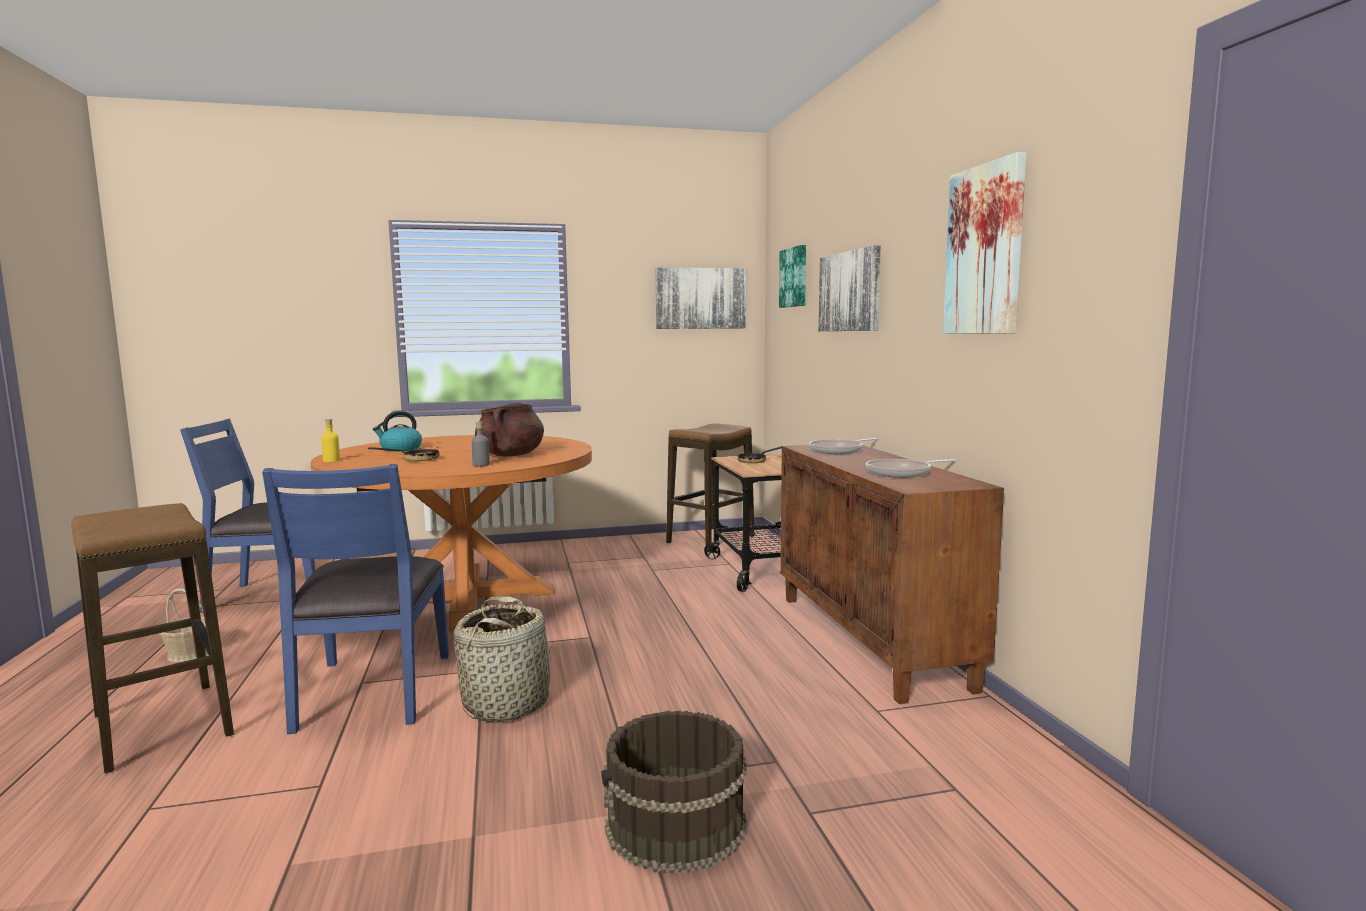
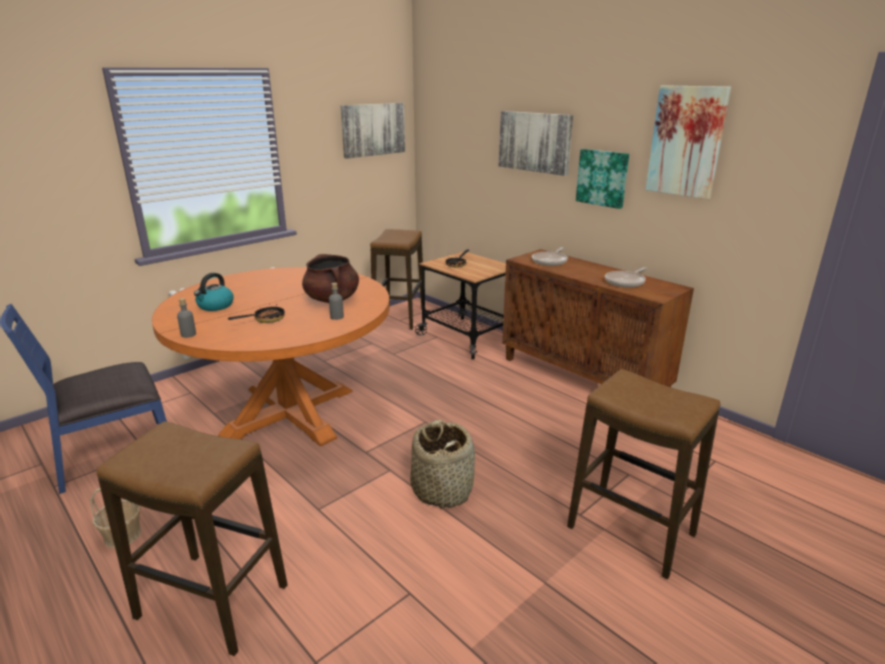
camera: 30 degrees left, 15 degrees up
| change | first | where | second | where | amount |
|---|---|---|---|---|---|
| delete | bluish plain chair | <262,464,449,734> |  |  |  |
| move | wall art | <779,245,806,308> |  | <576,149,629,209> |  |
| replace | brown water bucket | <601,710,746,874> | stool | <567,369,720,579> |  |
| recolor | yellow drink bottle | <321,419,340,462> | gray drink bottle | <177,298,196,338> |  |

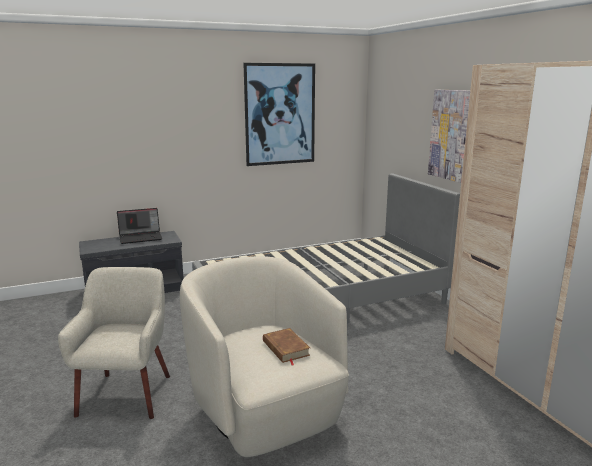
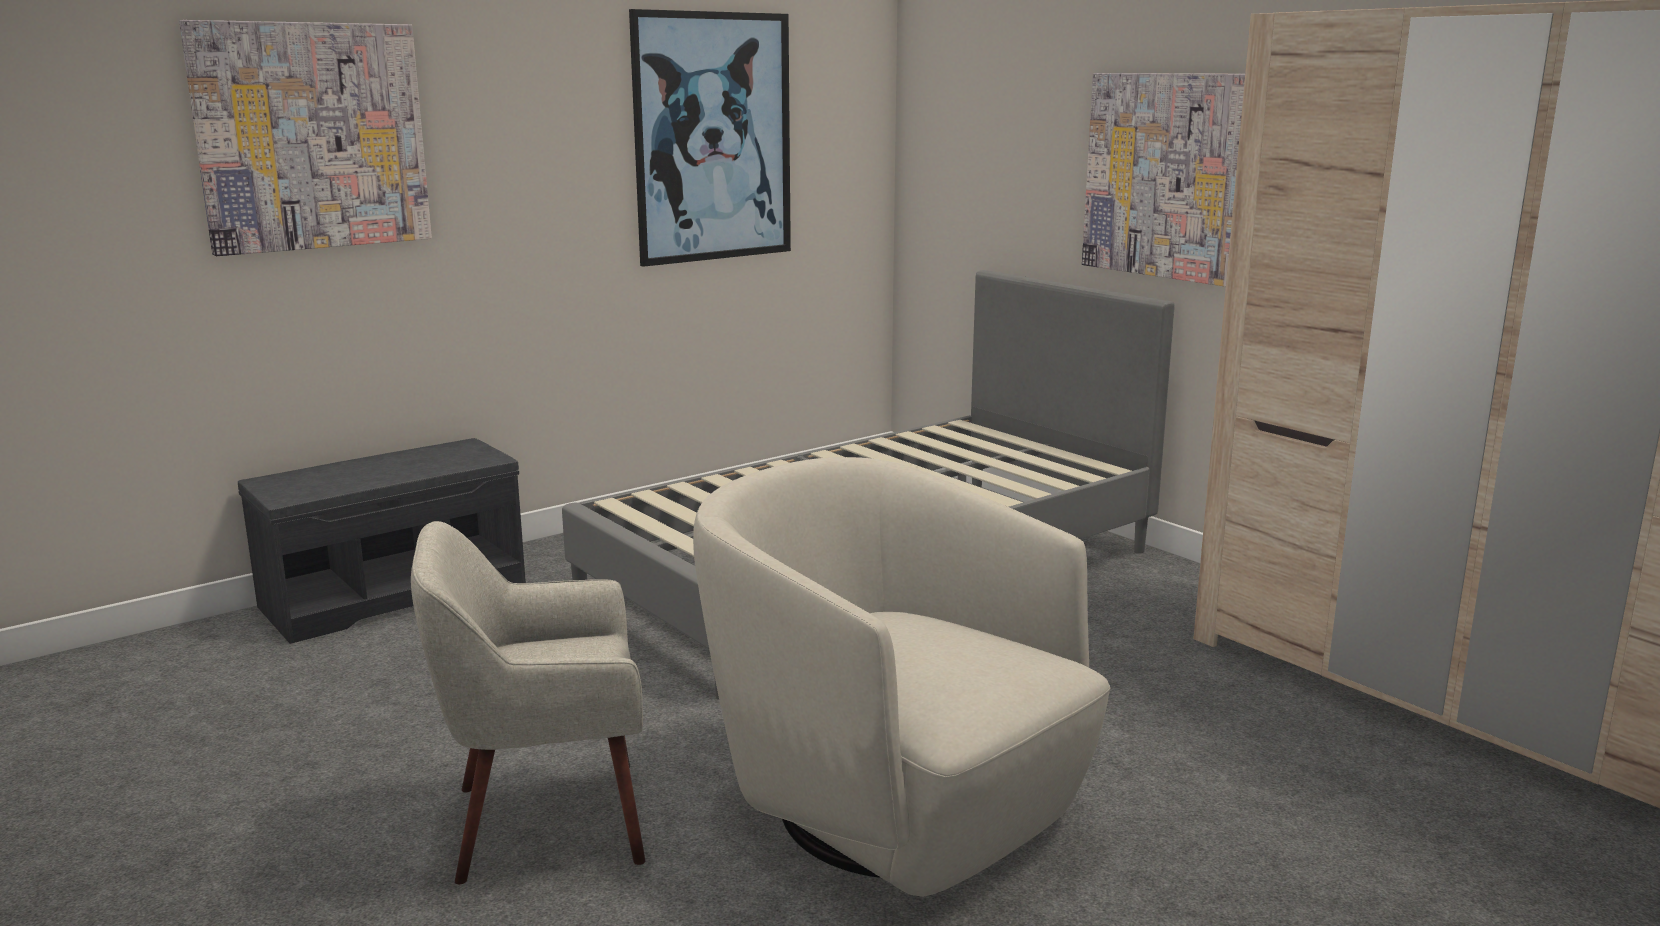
camera: 15 degrees left, 0 degrees up
| change | first | where | second | where | amount |
|---|---|---|---|---|---|
| delete | portable computer | <117,208,162,244> |  |  |  |
| delete | brown volume | <263,328,310,366> |  |  |  |
| insert |  |  | wall art | <179,20,432,256> |  |
| rotate | sand-coloured armchair | <58,267,170,419> |  | <411,521,646,884> | 90 degrees counterclockwise |

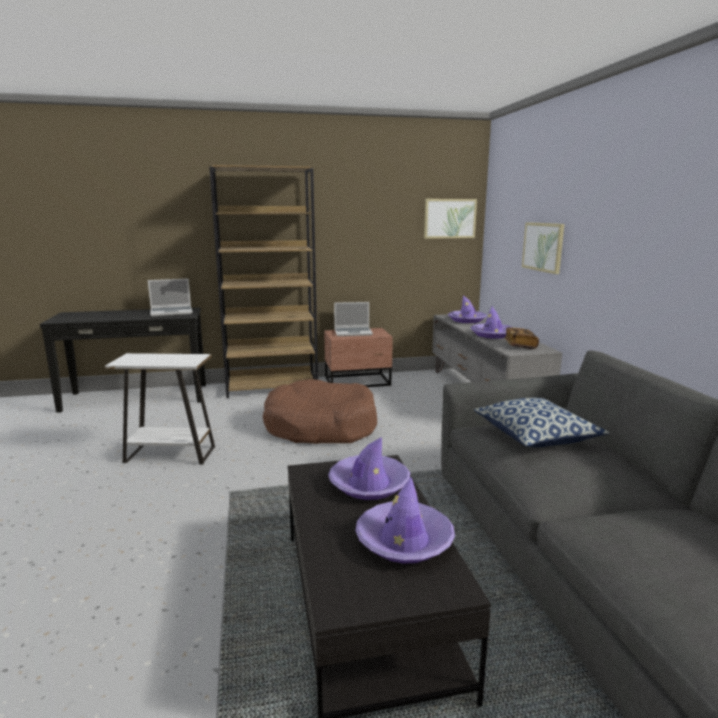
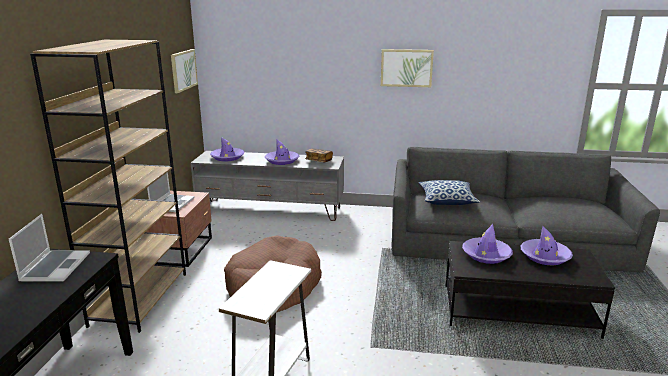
camera: 70 degrees left, 5 degrees up
| change | first | where | second | where | amount |
|---|---|---|---|---|---|
| move | wall art | <522,222,564,274> |  | <381,49,434,87> |  |

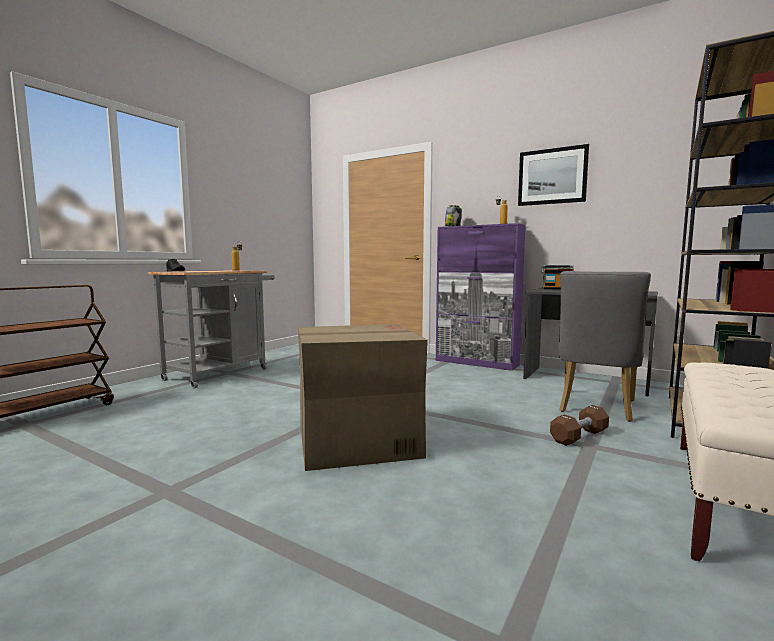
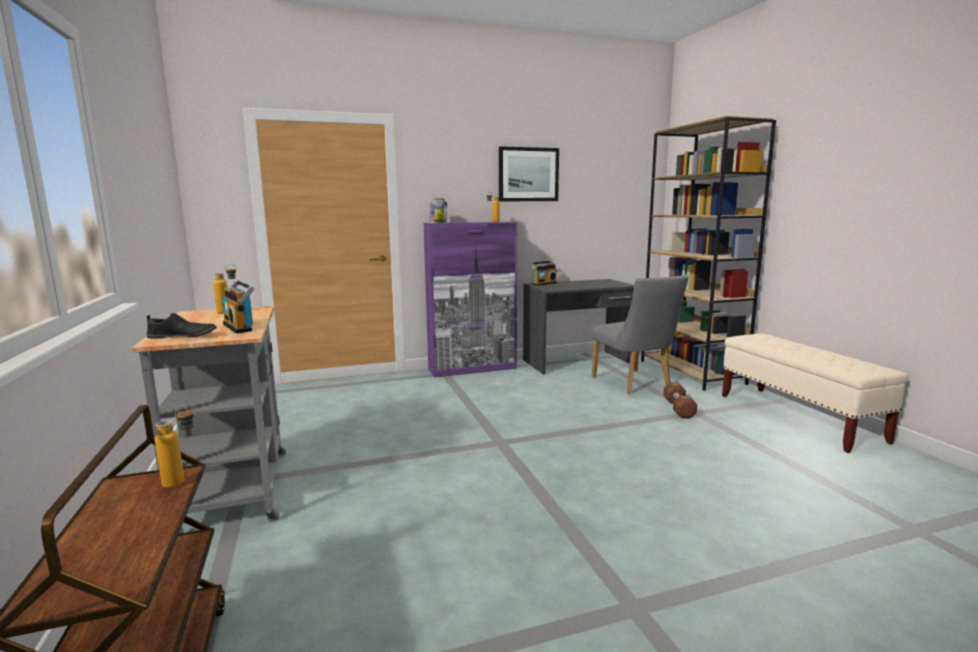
camera: 50 degrees left, 5 degrees up
| change | first | where | second | where | amount |
|---|---|---|---|---|---|
| delete | cardboard box | <298,324,428,471> |  |  |  |
| insert |  |  | drink bottle | <155,405,195,488> |  |
| insert |  |  | radio | <222,280,255,334> |  |

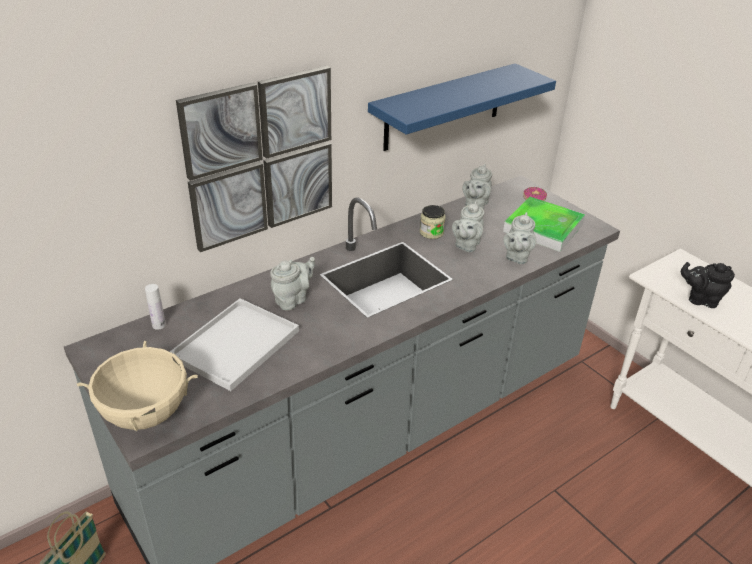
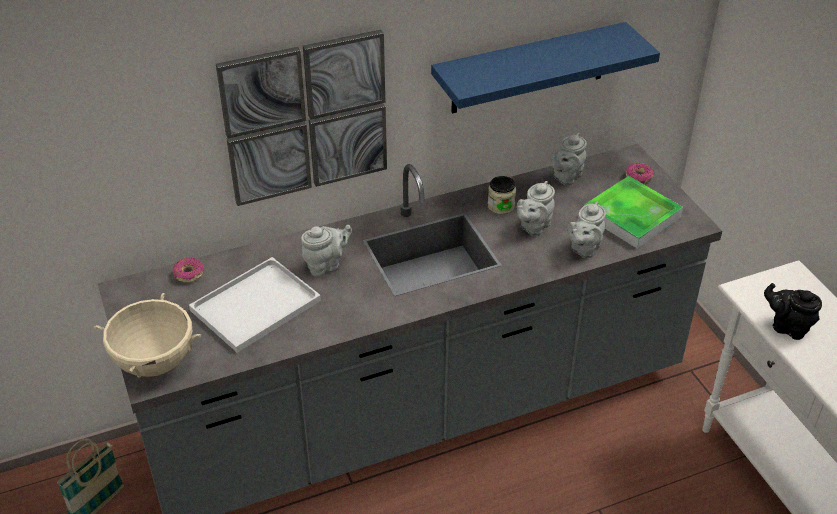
camera: 15 degrees right, 5 degrees up
| change | first | where | second | where | amount |
|---|---|---|---|---|---|
| replace | white-coloured drink bottle | <145,284,166,330> | donut | <172,258,204,283> |  |

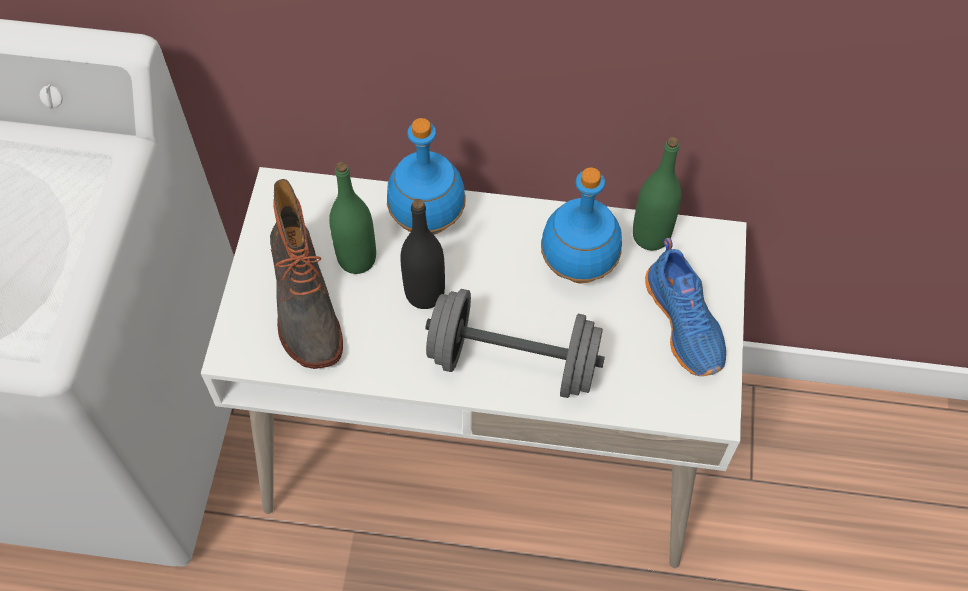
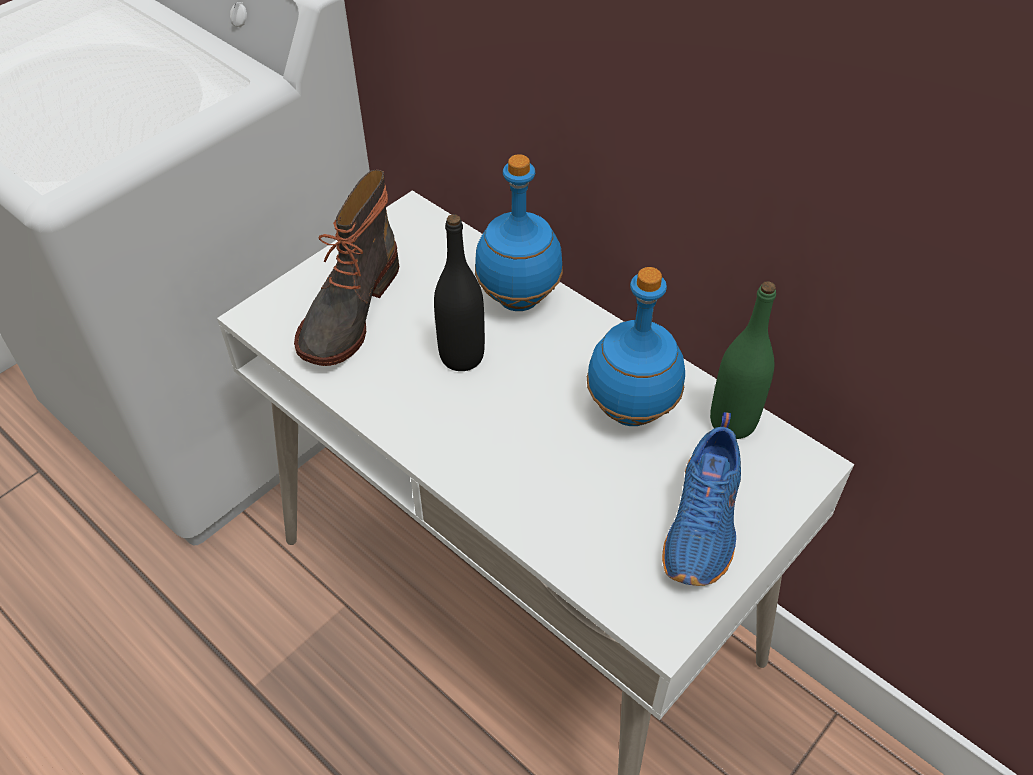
camera: 35 degrees right, 10 degrees down
| change | first | where | second | where | amount |
|---|---|---|---|---|---|
| delete | green-coloured drink bottle | <329,162,376,274> |  |  |  |
| delete | gray dumbbell | <426,289,605,398> |  |  |  |

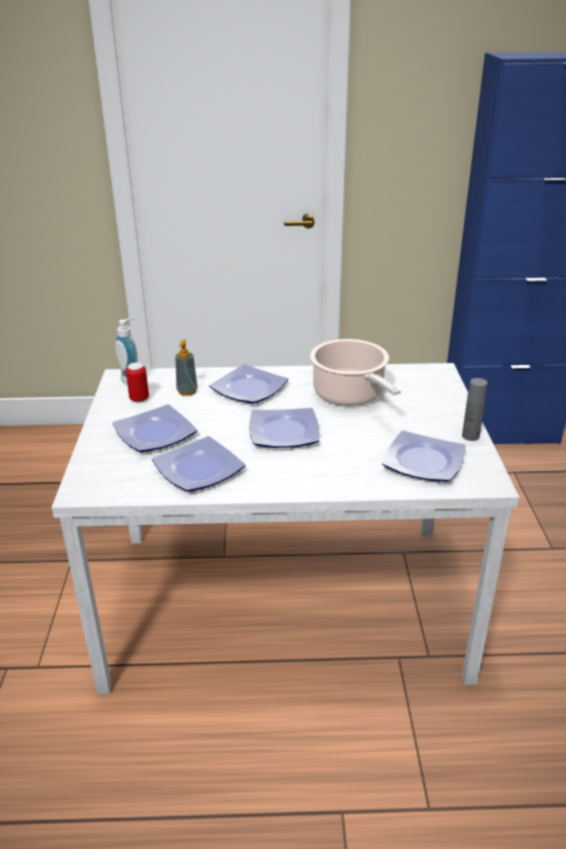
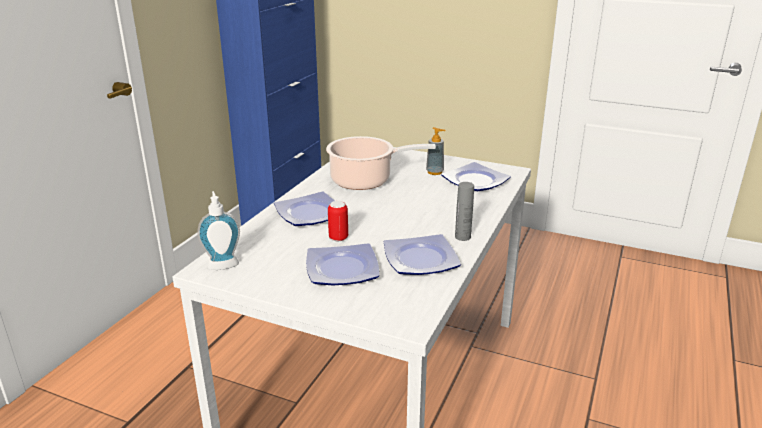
camera: 65 degrees left, 5 degrees down
| change | first | where | second | where | amount |
|---|---|---|---|---|---|
| delete | dinner plate | <249,408,320,448> |  |  |  |
| move | can | <126,363,149,402> |  | <328,201,348,241> |  |
| move | liquid soap bottle | <175,339,198,396> |  | <426,127,445,175> |  |
| move | gray drink bottle | <462,378,488,441> |  | <455,182,474,241> |  |

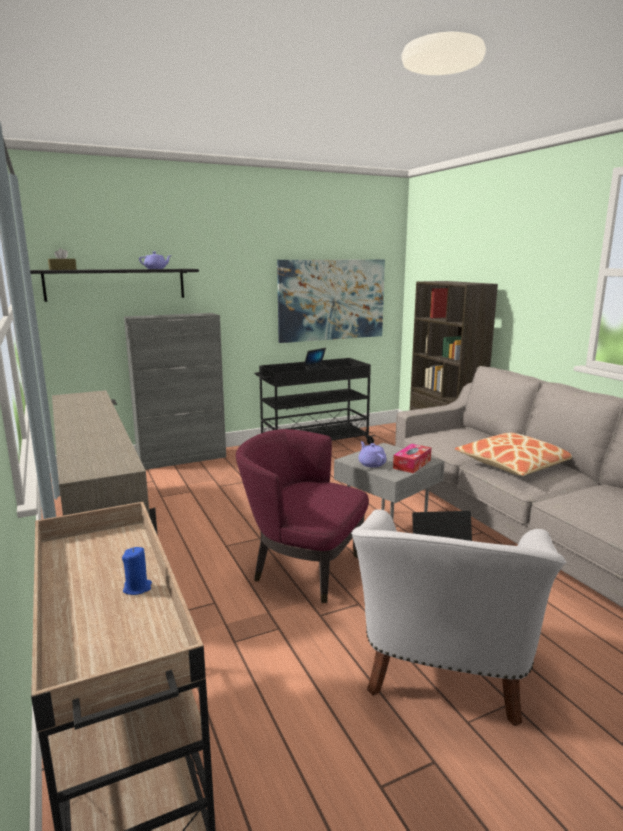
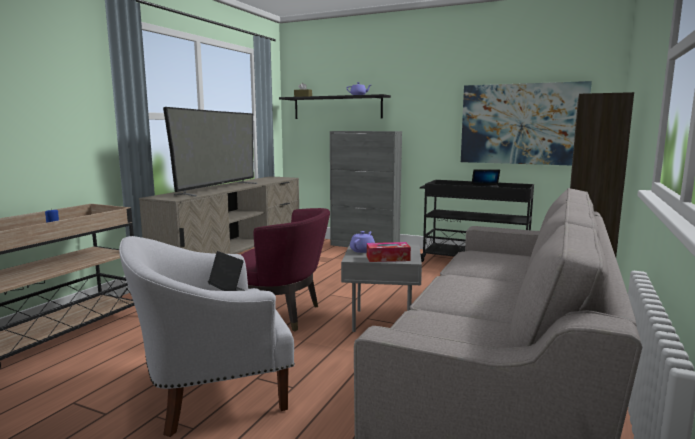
camera: 50 degrees right, 5 degrees down
| change | first | where | second | where | amount |
|---|---|---|---|---|---|
| delete | pillow | <455,433,572,476> |  |  |  |
| insert |  |  | TV | <163,107,257,197> |  |
| rotate | purplish armchair | <236,429,369,603> |  | <241,208,330,331> | 120 degrees clockwise |

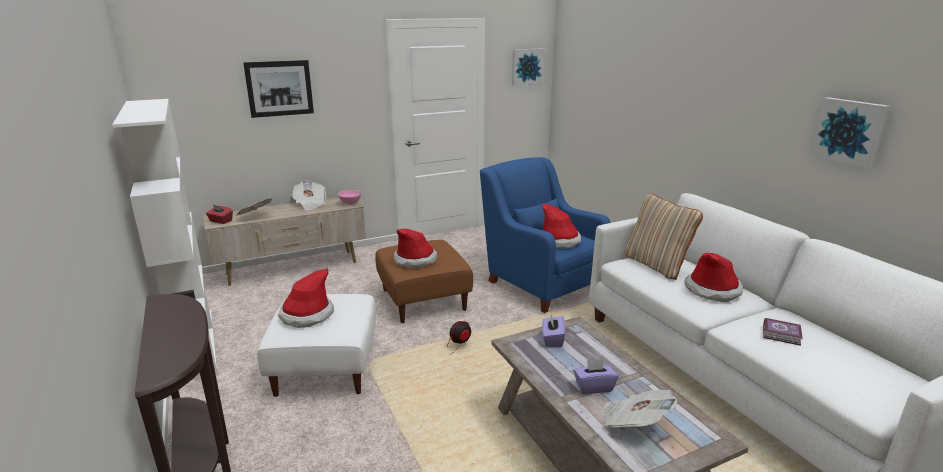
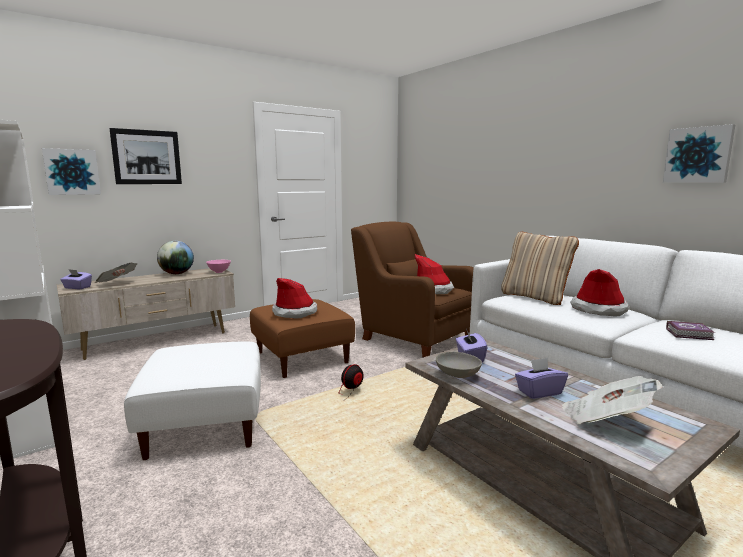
camera: 10 degrees left, 10 degrees down
| change | first | where | second | where | amount |
|---|---|---|---|---|---|
| delete | clothing hat | <277,268,334,328> |  |  |  |
| insert |  |  | gray deep dish | <436,352,482,378> |  |
| move | wall art | <512,49,545,86> |  | <42,148,101,195> |  |
| replace | newspaper | <292,180,326,210> | world globe | <157,241,194,274> |  |
| recolor | red-coloured tissue holder | <206,205,233,224> | purplish tissue holder | <60,269,92,289> |  |
| recolor | bluish armchair | <480,157,611,313> | brown armchair | <351,222,474,358> |  |

